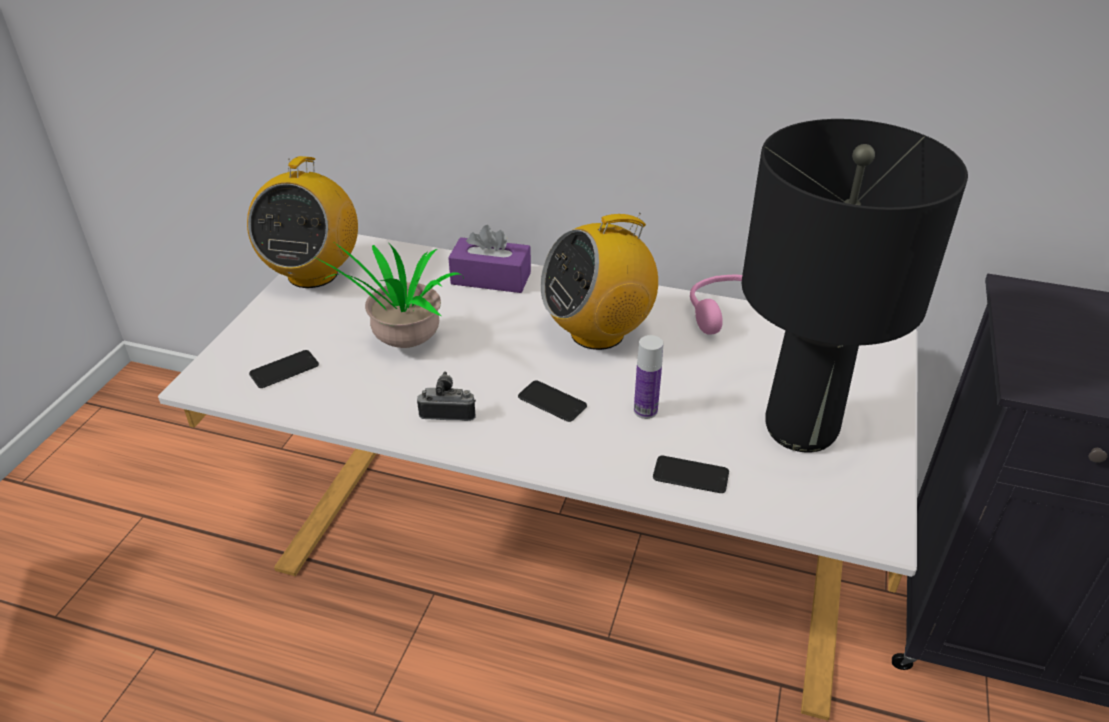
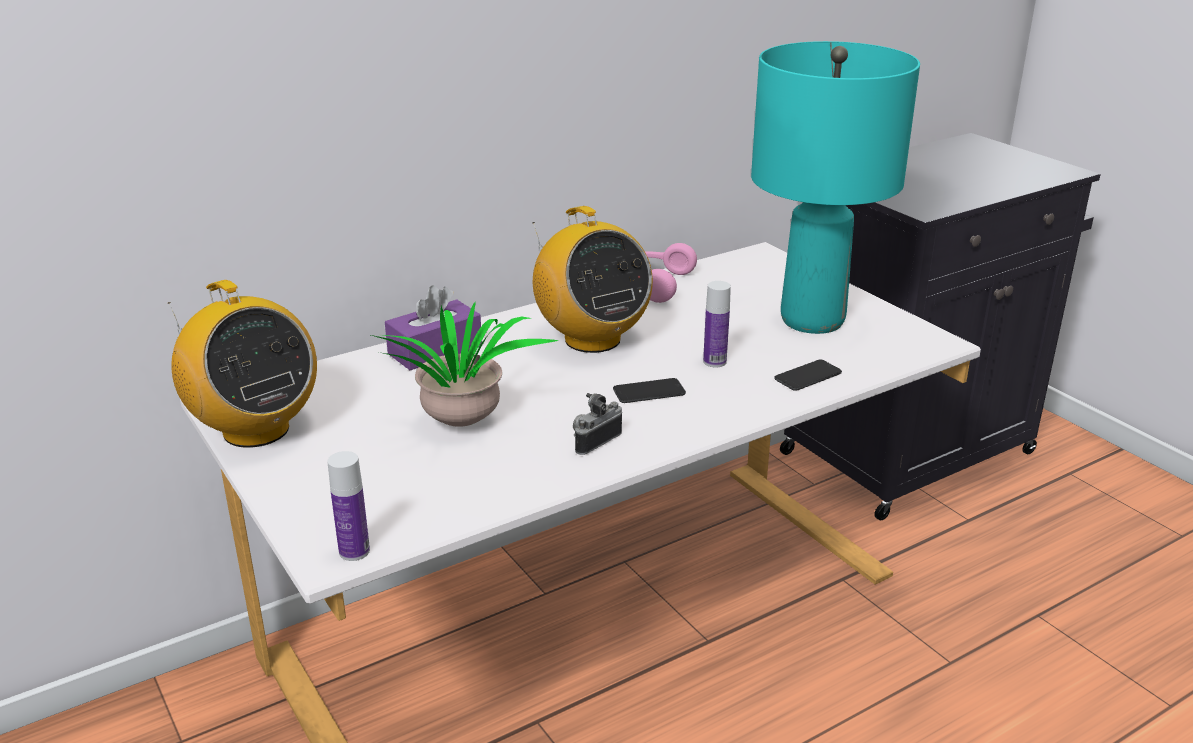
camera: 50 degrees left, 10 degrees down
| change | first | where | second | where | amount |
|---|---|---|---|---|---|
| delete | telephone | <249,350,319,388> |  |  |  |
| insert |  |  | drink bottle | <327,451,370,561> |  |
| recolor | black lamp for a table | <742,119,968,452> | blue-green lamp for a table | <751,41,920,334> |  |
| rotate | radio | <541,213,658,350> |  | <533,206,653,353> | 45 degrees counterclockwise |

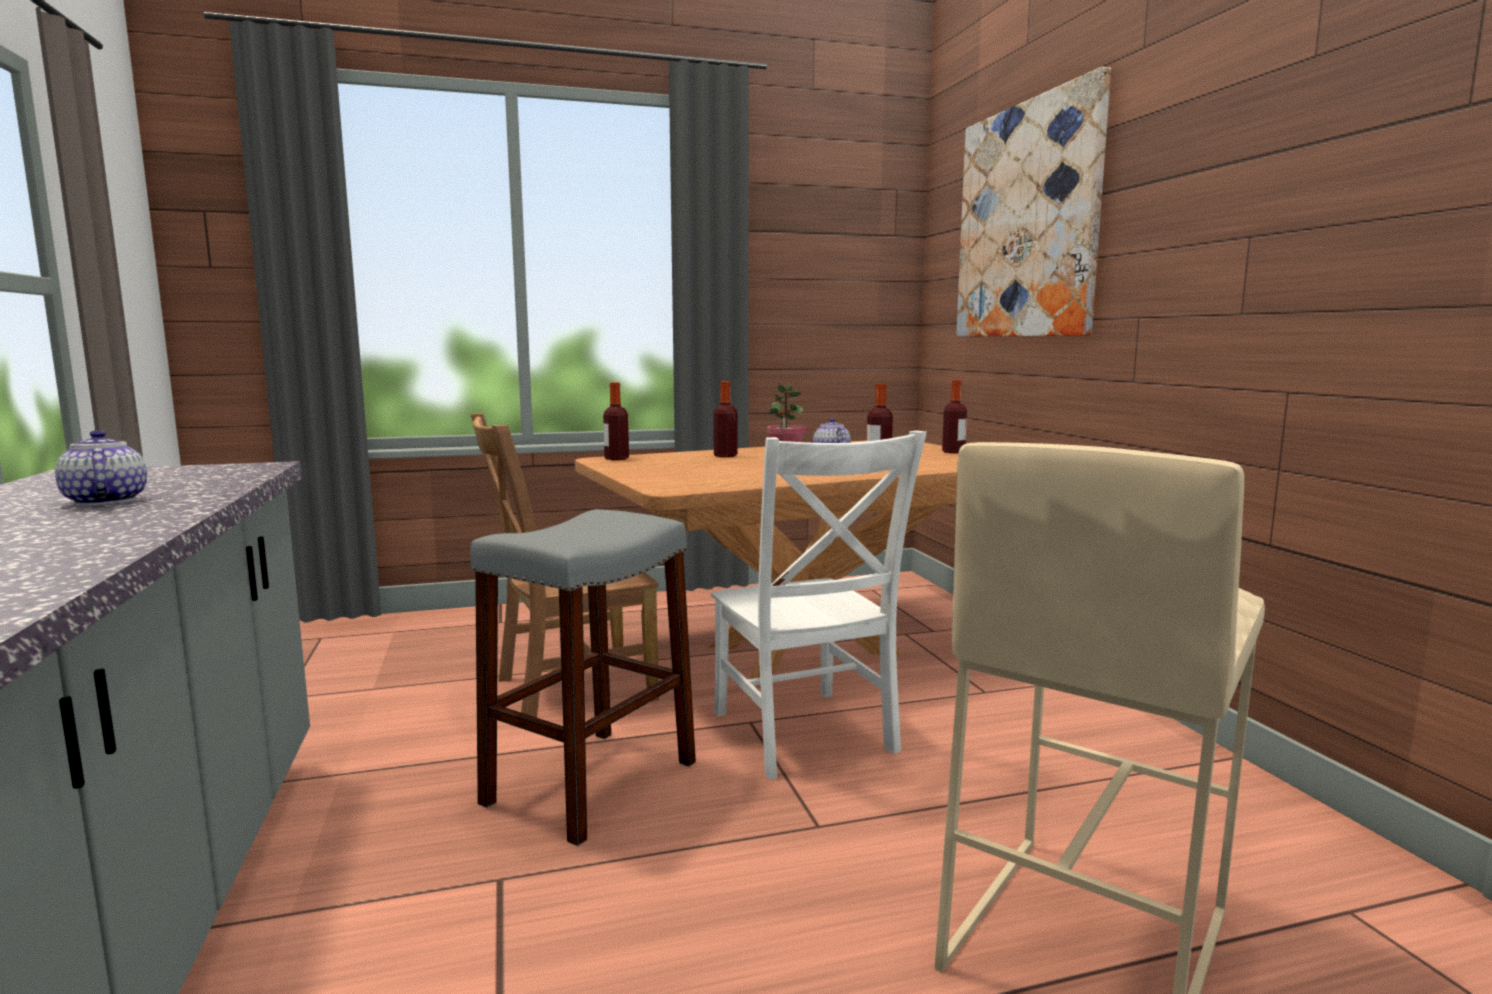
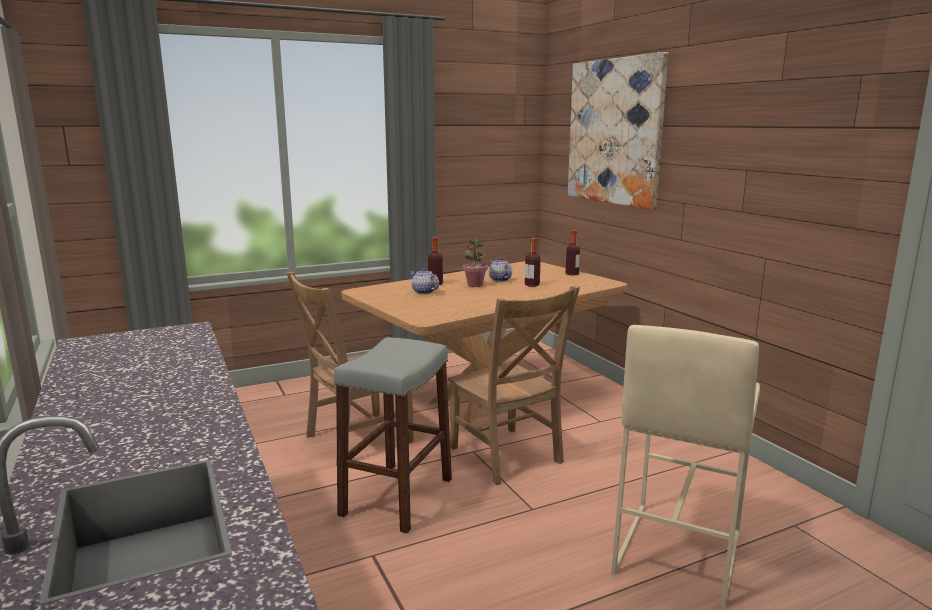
camera: 10 degrees left, 5 degrees up
| change | first | where | second | where | amount |
|---|---|---|---|---|---|
| delete | drink bottle | <603,382,629,460> |  |  |  |
| move | tea pot | <55,430,147,506> |  | <410,268,439,294> |  |
| recolor | white-coloured plain chair | <711,431,927,779> | brown plain chair | <448,286,580,485> |  |

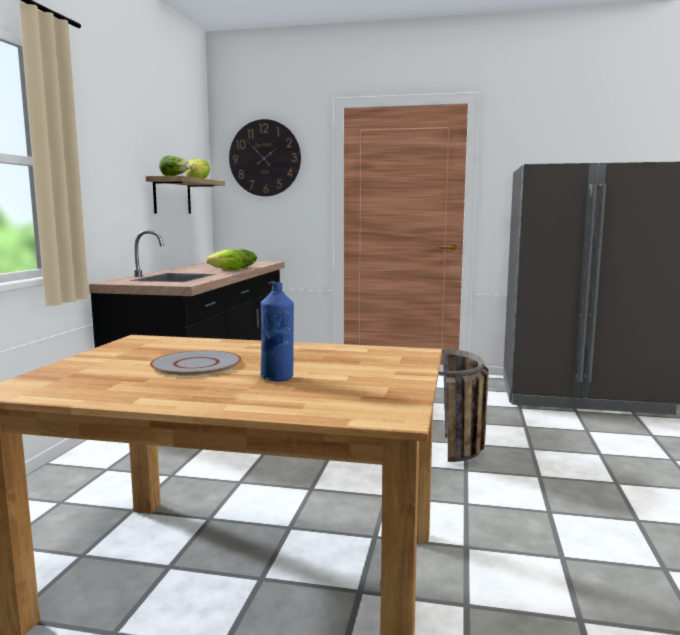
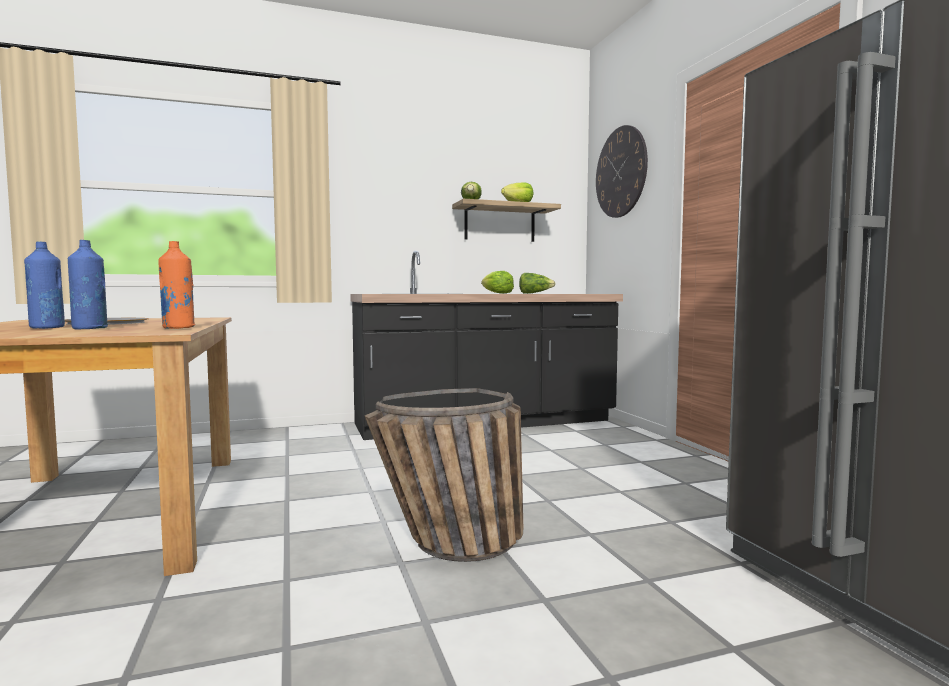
camera: 60 degrees right, 5 degrees down
| change | first | where | second | where | amount |
|---|---|---|---|---|---|
| insert |  |  | bluish drink bottle | <68,240,108,330> |  |
| insert |  |  | orange drink bottle | <158,241,196,329> |  |

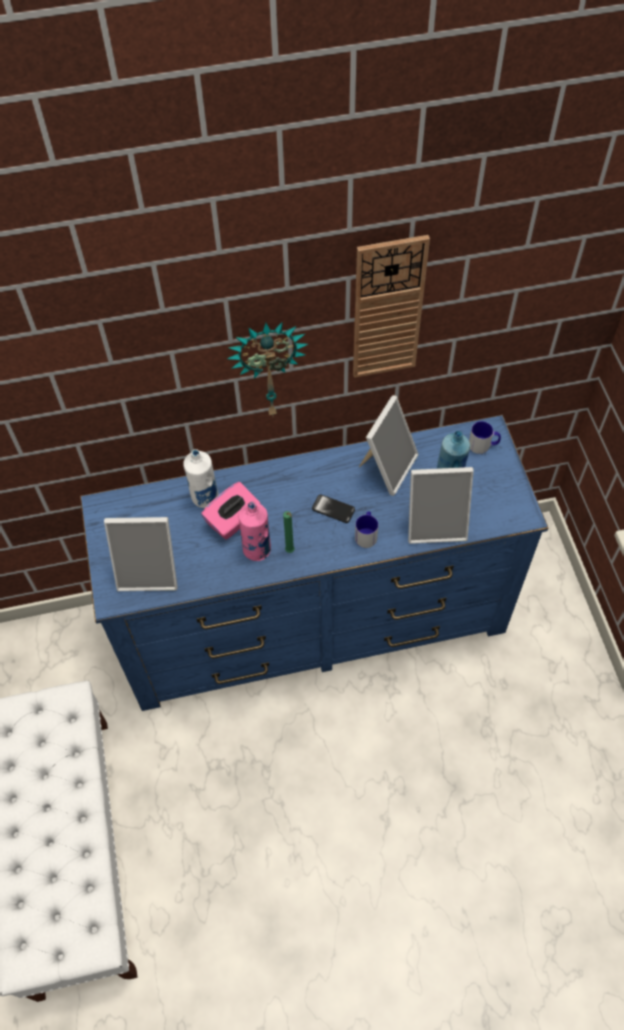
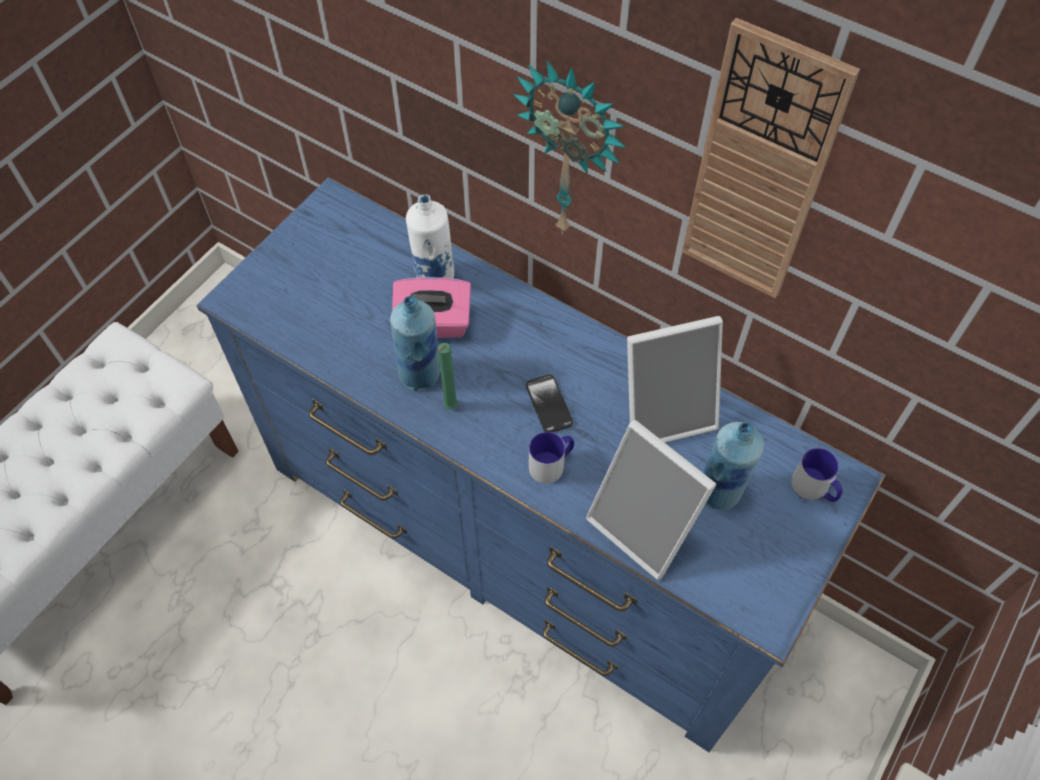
camera: 45 degrees right, 0 degrees up
| change | first | where | second | where | amount |
|---|---|---|---|---|---|
| delete | standing frame | <104,517,178,591> |  |  |  |
| recolor | pink drink bottle | <238,501,271,561> | bluish drink bottle | <390,296,440,391> |  |

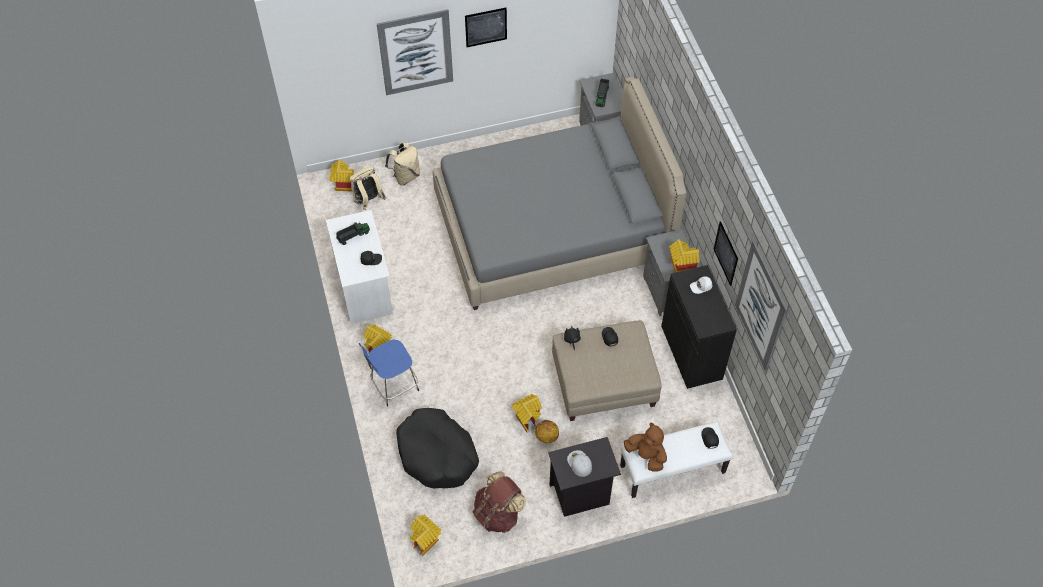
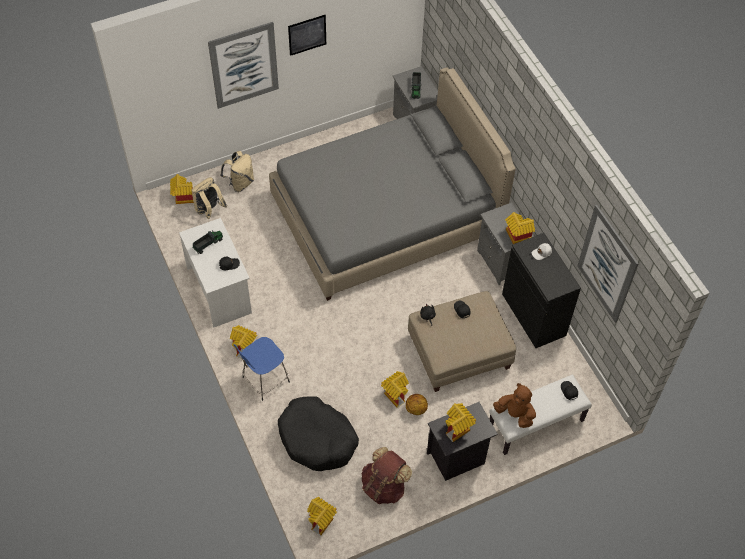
camera: 10 degrees left, 0 degrees up
| change | first | where | second | where | amount |
|---|---|---|---|---|---|
| delete | wall art | <713,222,738,286> |  |  |  |
| replace | white-coloured baseball cap | <567,450,592,477> | toy house | <445,403,476,442> |  |

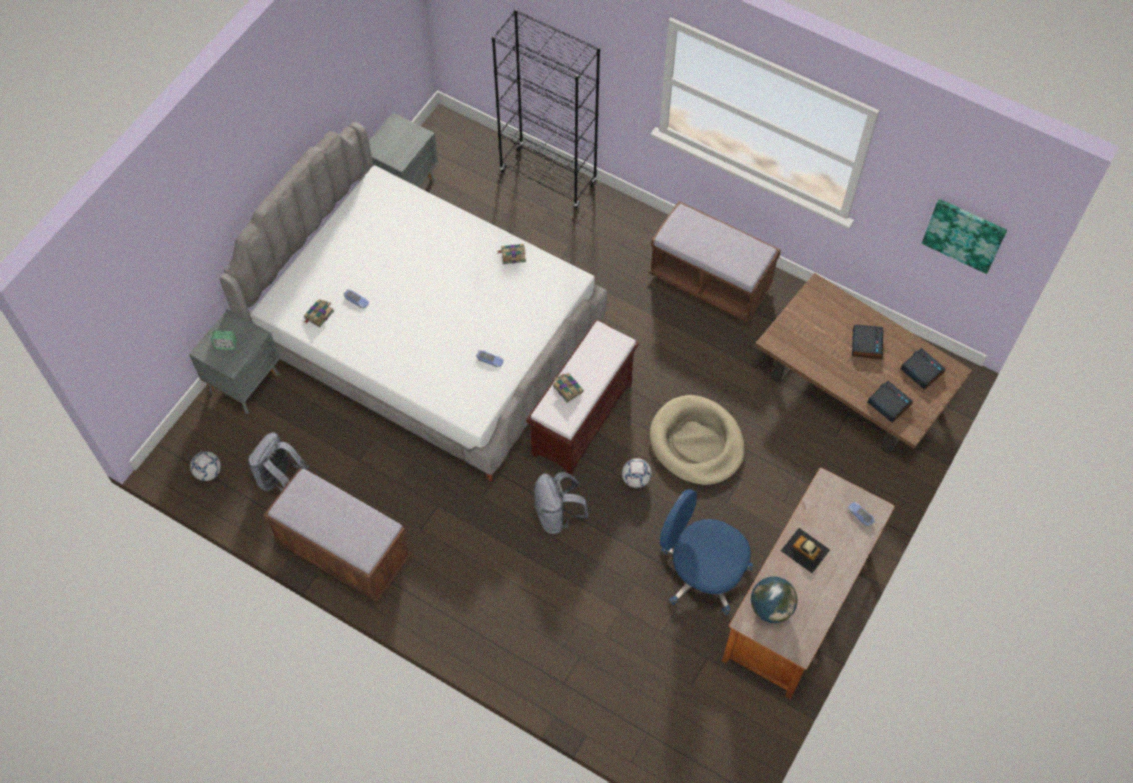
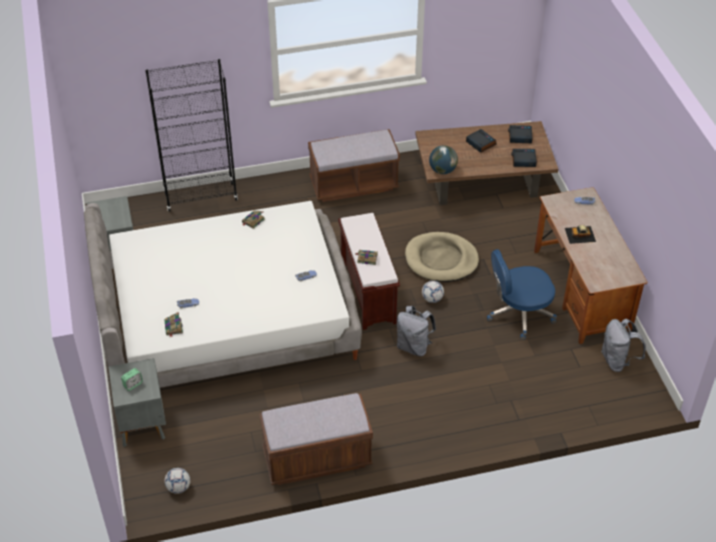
camera: 45 degrees left, 15 degrees down
| change | first | where | second | where | amount |
|---|---|---|---|---|---|
| delete | wall art | <922,199,1007,274> |  |  |  |
| move | gray rucksack | <248,432,309,492> |  | <601,319,646,372> |  |
| move | world globe | <751,577,798,623> |  | <429,145,458,174> |  |

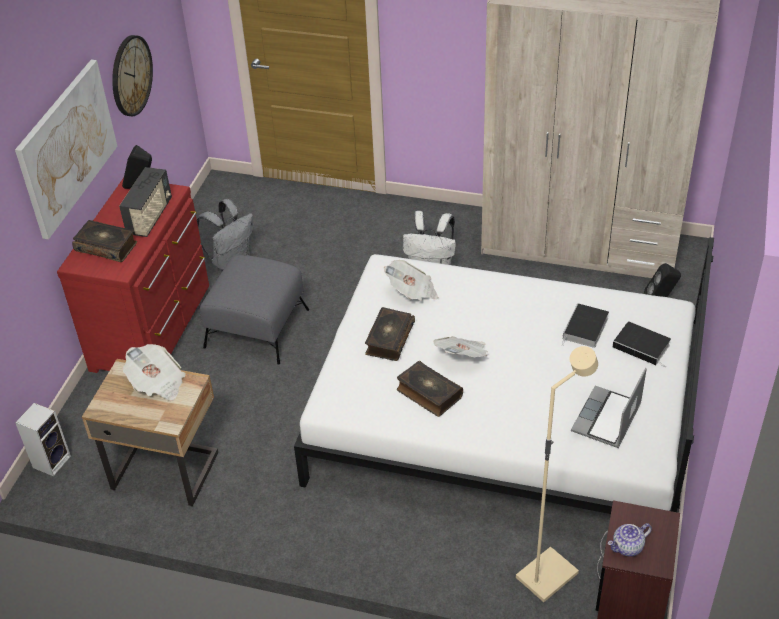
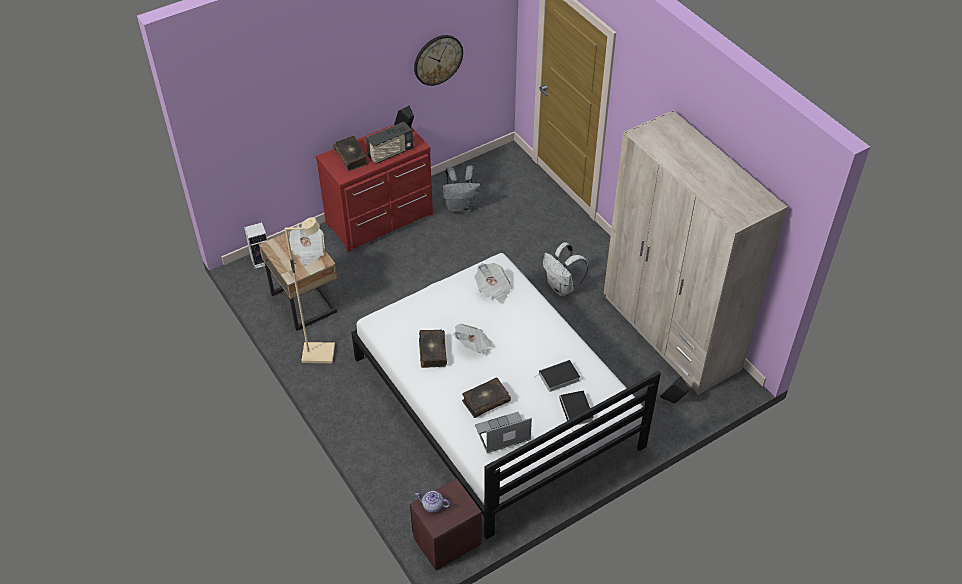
camera: 40 degrees right, 5 degrees up
| change | first | where | second | where | amount |
|---|---|---|---|---|---|
| delete | wall art | <15,60,118,239> |  |  |  |
| delete | gray footrest | <200,255,309,365> |  |  |  |
| move | volume | <365,307,415,361> |  | <462,377,511,418> |  |
| move | sand-coloured standing lamp | <516,346,598,602> |  | <285,217,335,364> |  |

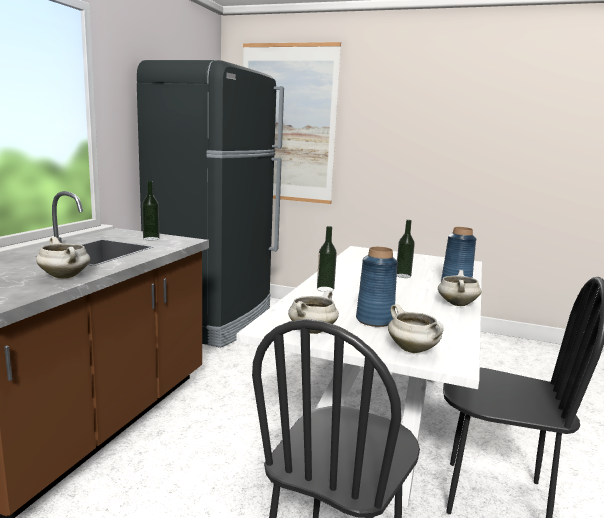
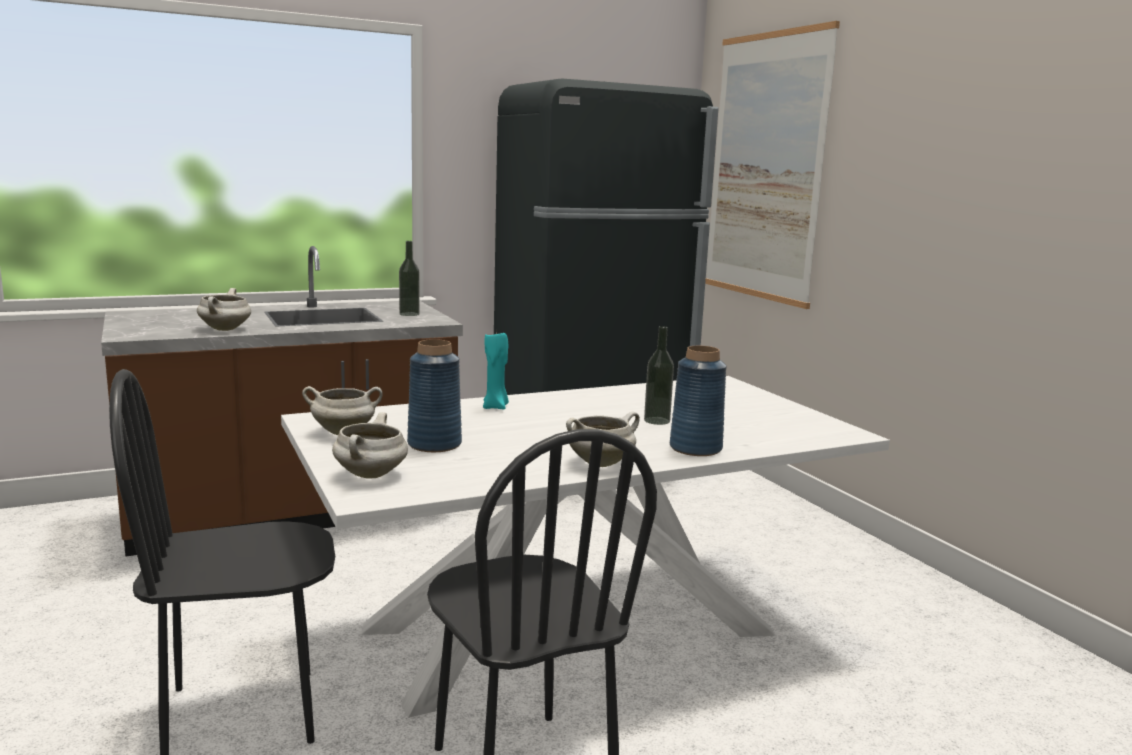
camera: 45 degrees right, 0 degrees up
| change | first | where | second | where | amount |
|---|---|---|---|---|---|
| replace | drink bottle | <317,226,337,292> | blue-green wax candle | <483,330,509,409> |  |

